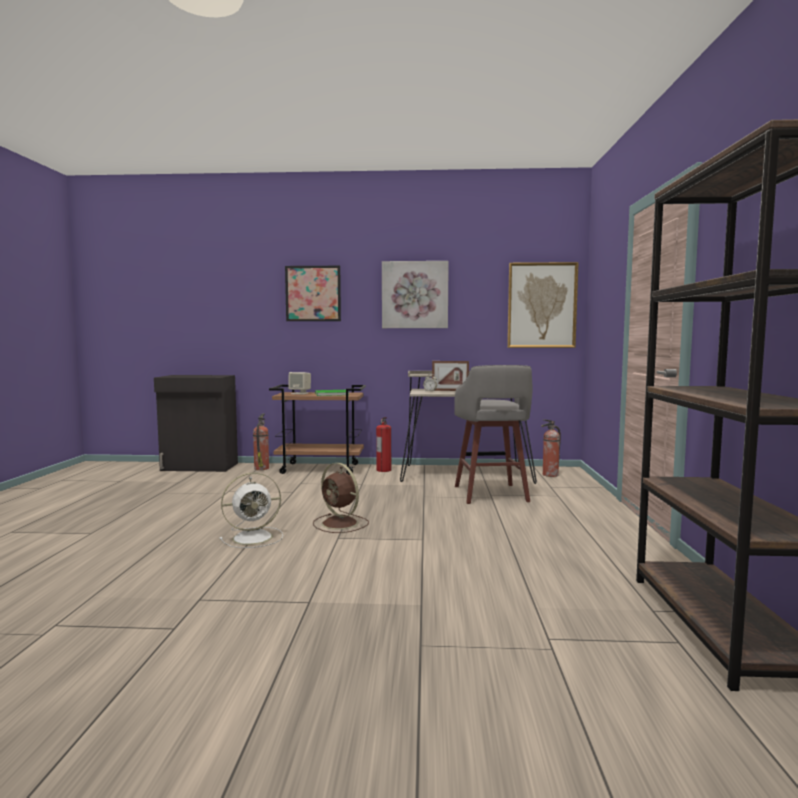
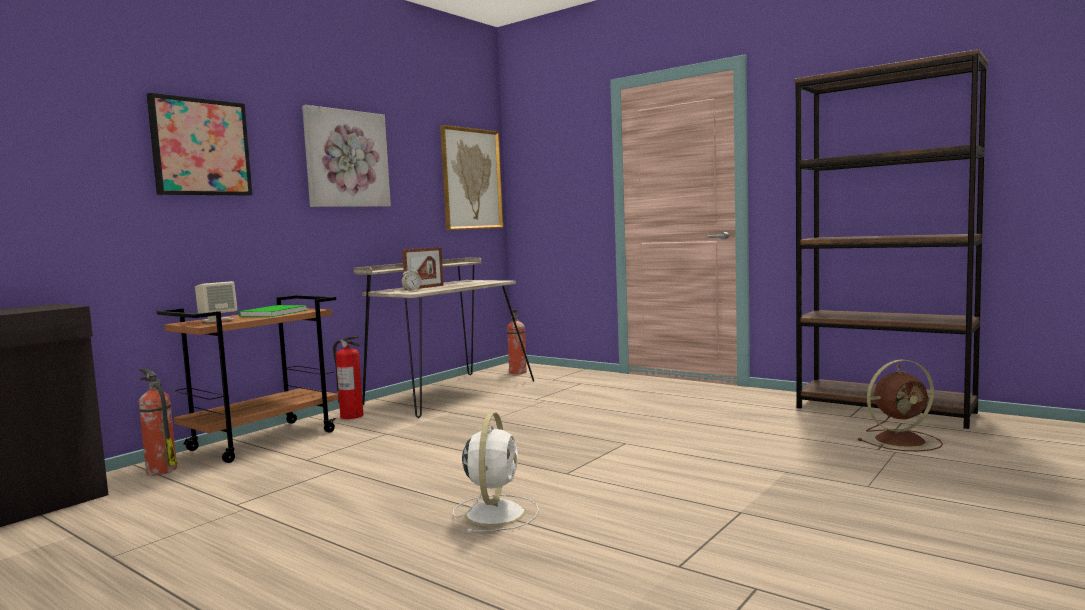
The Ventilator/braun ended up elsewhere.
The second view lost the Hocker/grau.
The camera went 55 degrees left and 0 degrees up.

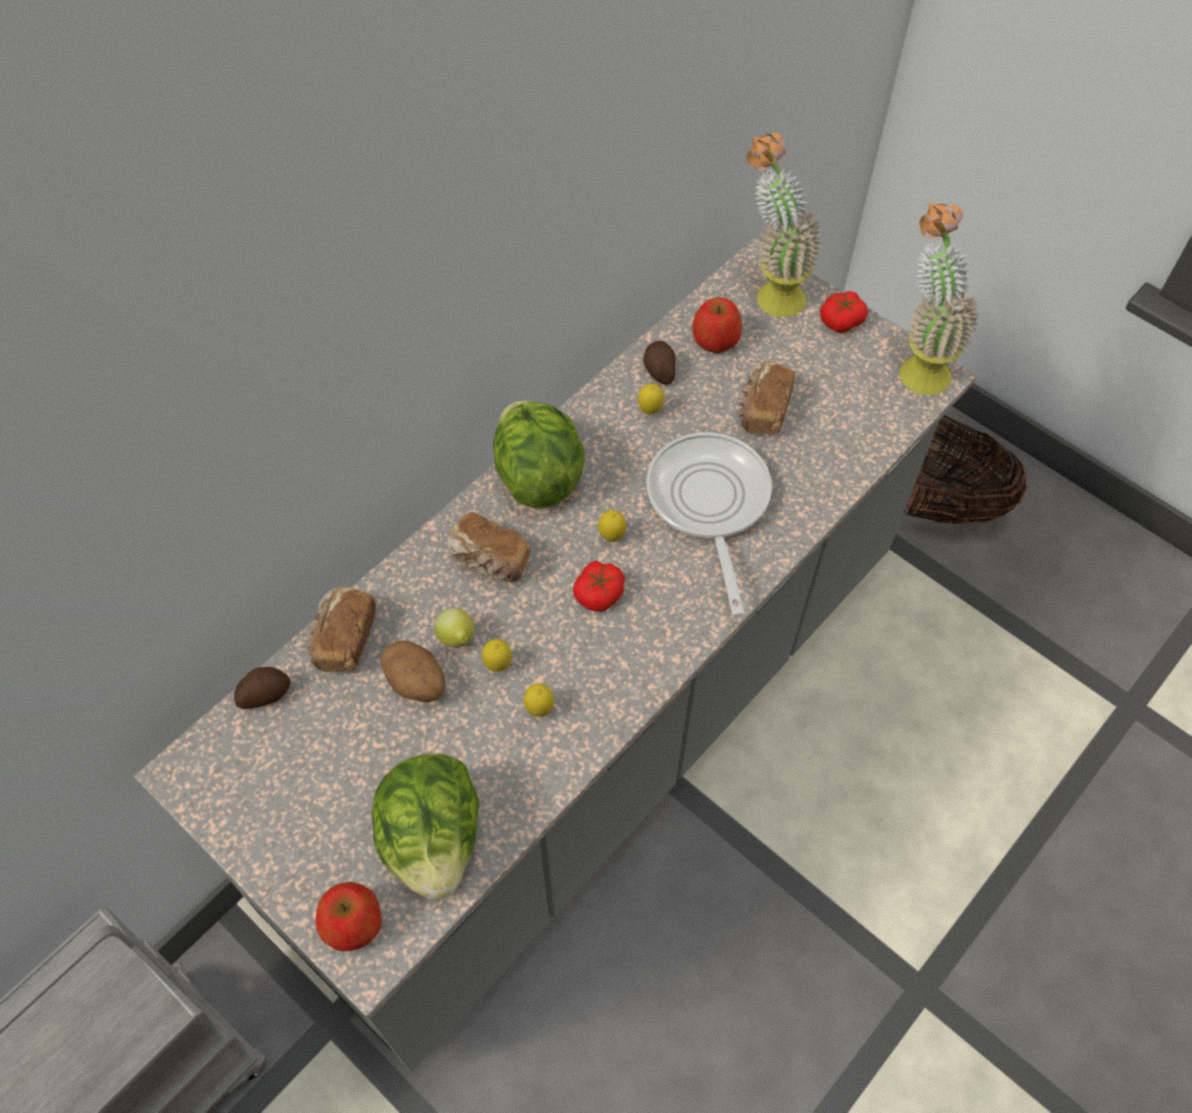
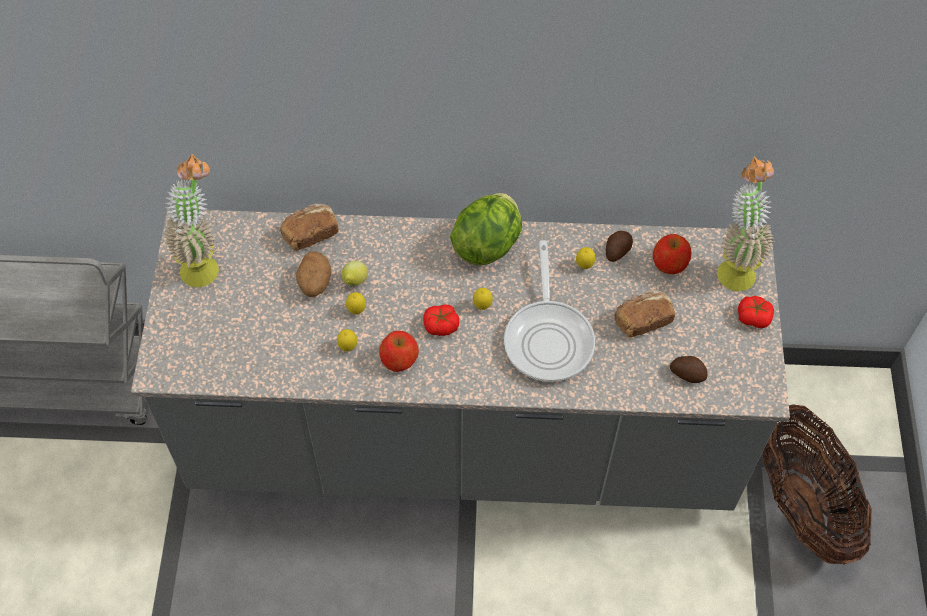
The Topfpflanze (no. 2 from left in the first image) ended up elsewhere.
The Apfel (no. 1 from left) ended up elsewhere.
The Pfanne ended up facing another way, 135 degrees clockwise from before.
The Kartoffel (no. 1 from left in the first image) ended up elsewhere.
The second view lost the Salatkopf (no. 1 from left).
The second view lost the Brot (no. 2 from left).
The camera went 50 degrees right and 0 degrees up.

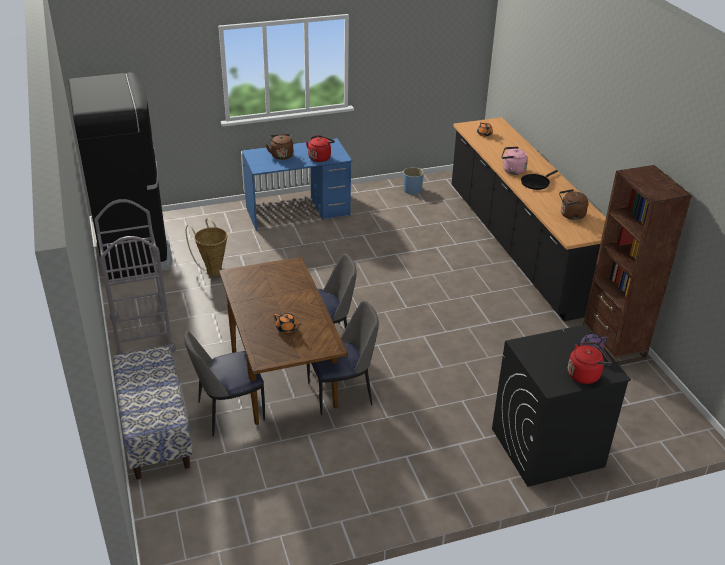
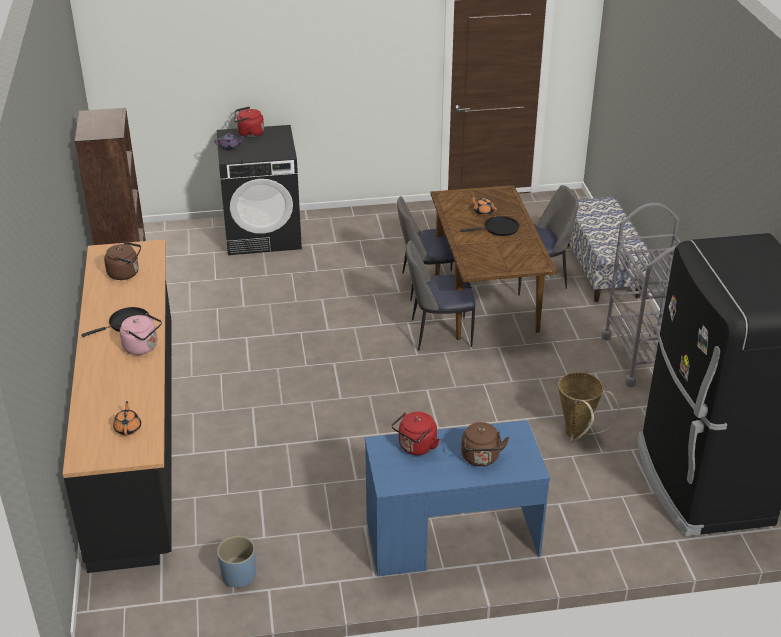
The second view gained the Pfanne/schwarz (no. 2 from left).
The camera went 170 degrees left and 0 degrees up.

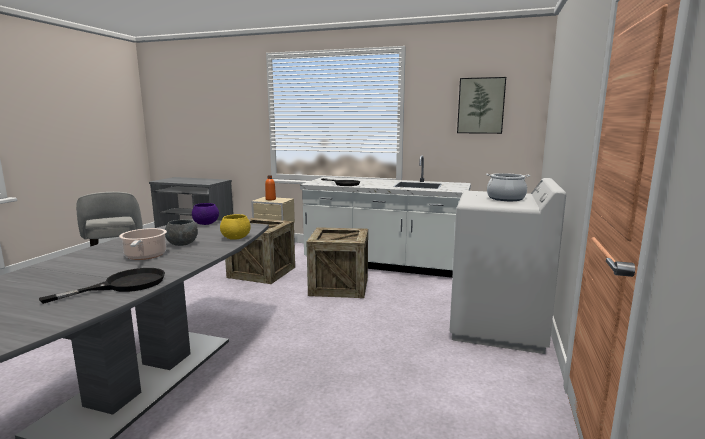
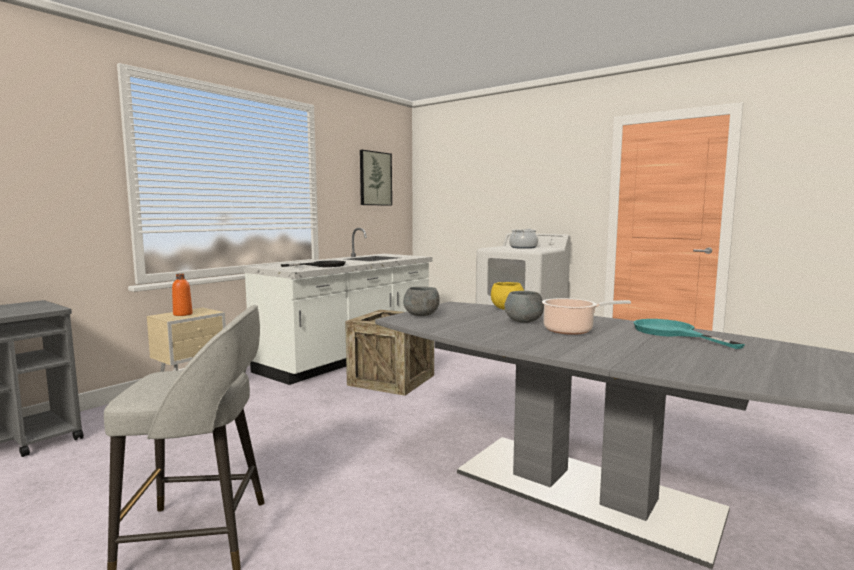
What was the Schüssel/lila turned into the Schüssel/grau (no. 1 from left).
What was the Pfanne/schwarz (no. 1 from left) turned into the Pfanne/türkis.
The second view lost the Kiste (no. 1 from left).
The camera went 70 degrees left and 5 degrees down.

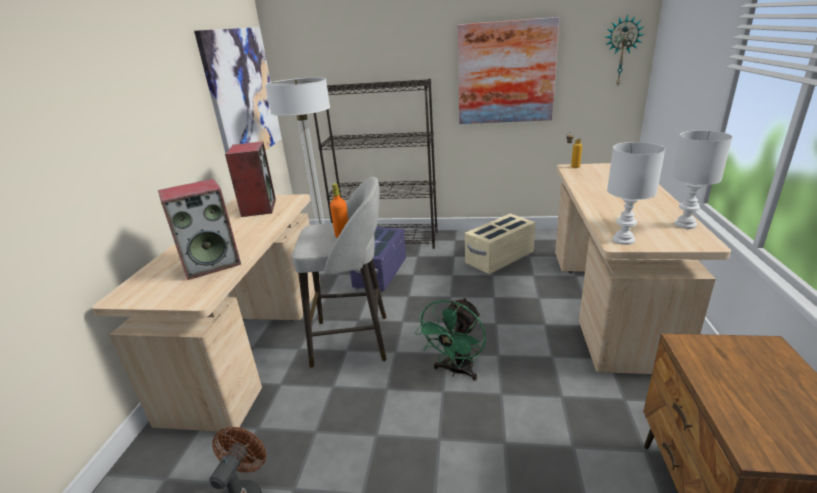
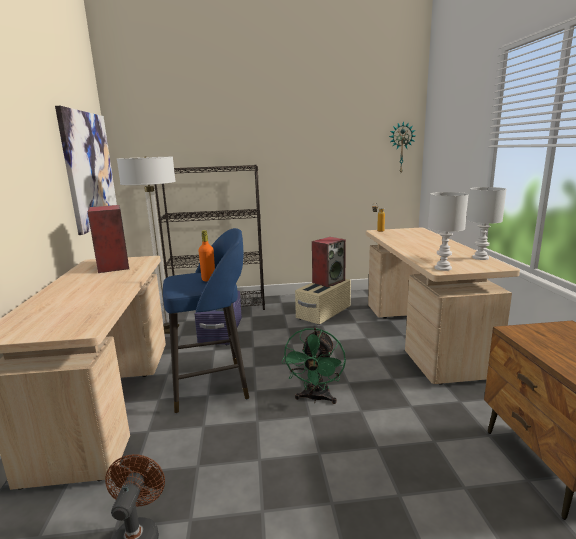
What was the Hocker/grau turned into the Hocker/blau.
The Lautsprecher (no. 1 from left in the first image) ended up elsewhere.
The second view lost the Bild (no. 2 from left).
The camera went 15 degrees left and 10 degrees down.

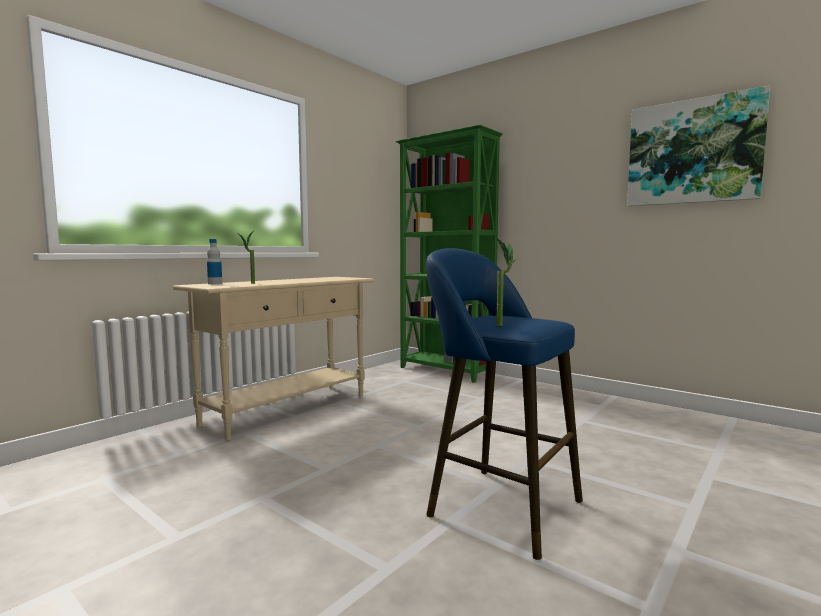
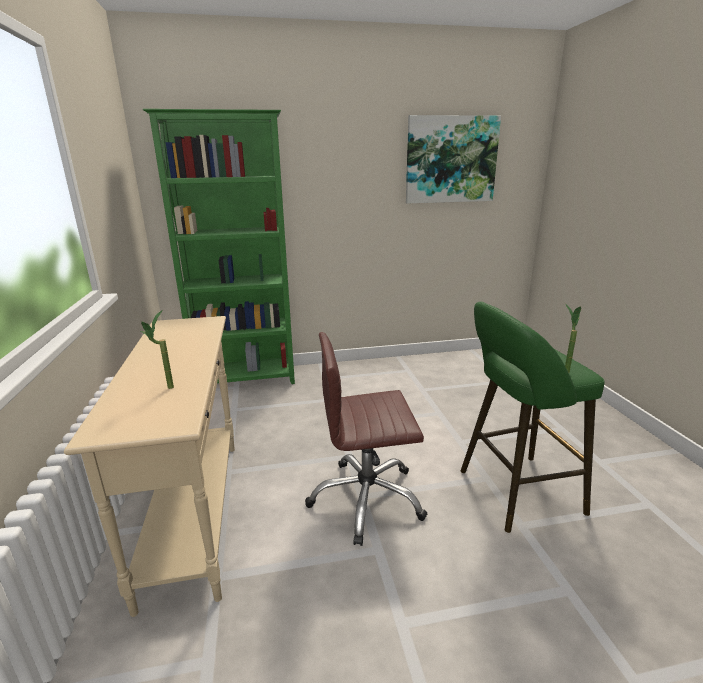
The second view gained the Bürostuhl/braun.
What was the Hocker/blau turned into the Hocker/grün.
The second view lost the Flasche.
The camera went 50 degrees left and 15 degrees up.

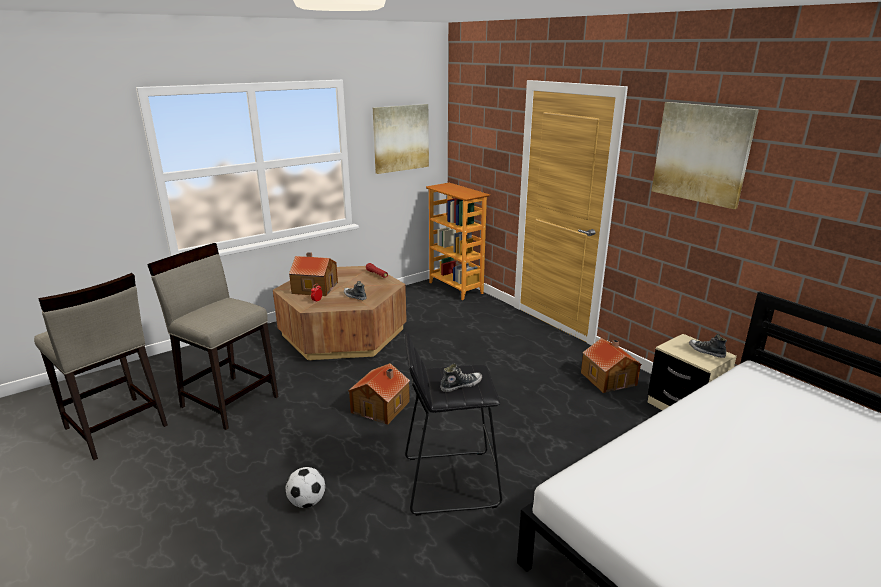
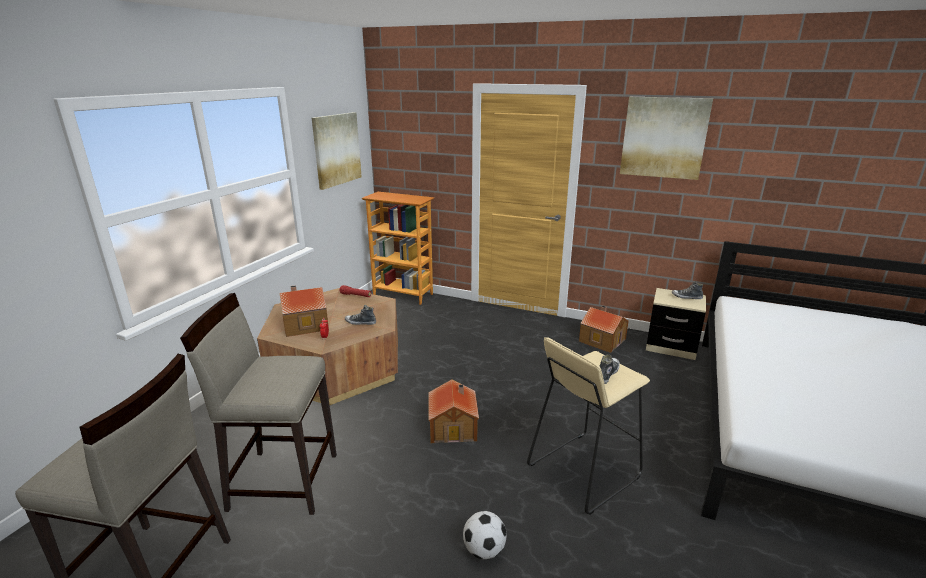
What was the Hocker/schwarz turned into the Hocker/beige (no. 3 from left).
The camera went 30 degrees left and 0 degrees up.

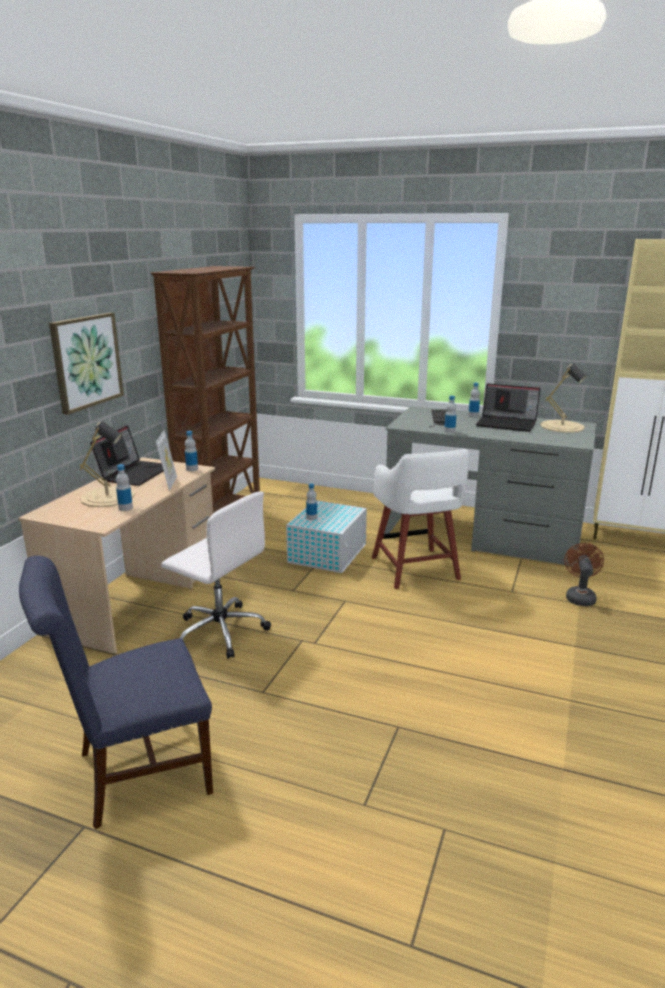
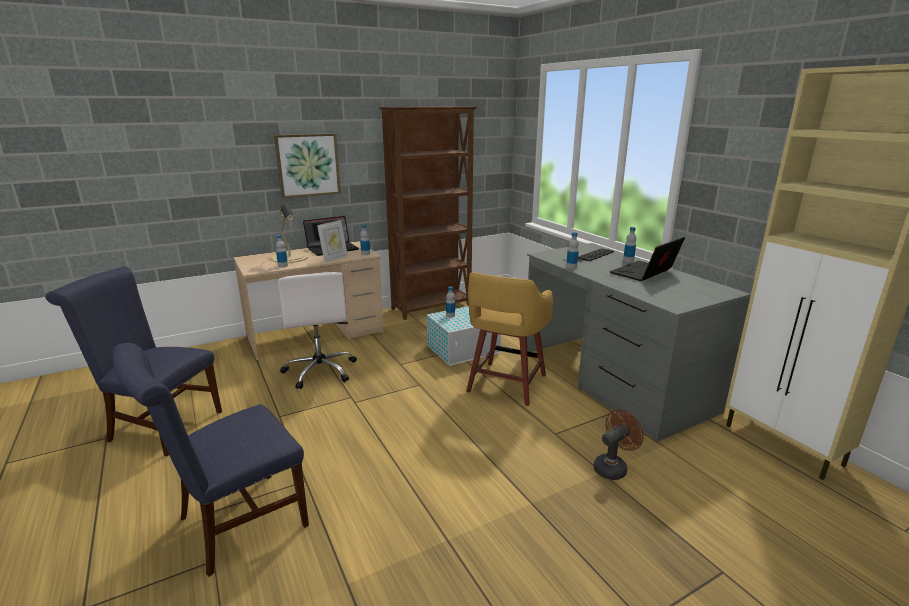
The second view gained the Stuhl/blau (no. 2 from left).
What was the Hocker/weiß turned into the Hocker/gelb.
The Laptop (no. 2 from left) ended up facing another way, 75 degrees clockwise from before.
The second view lost the Tischlampe/beige (no. 2 from left).
The camera went 40 degrees right and 0 degrees up.

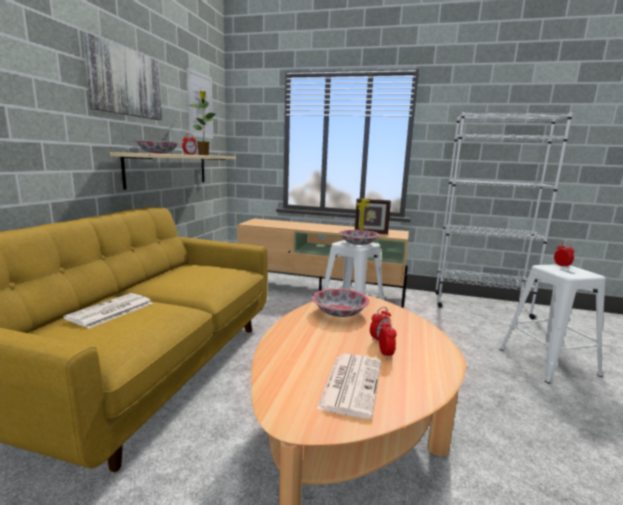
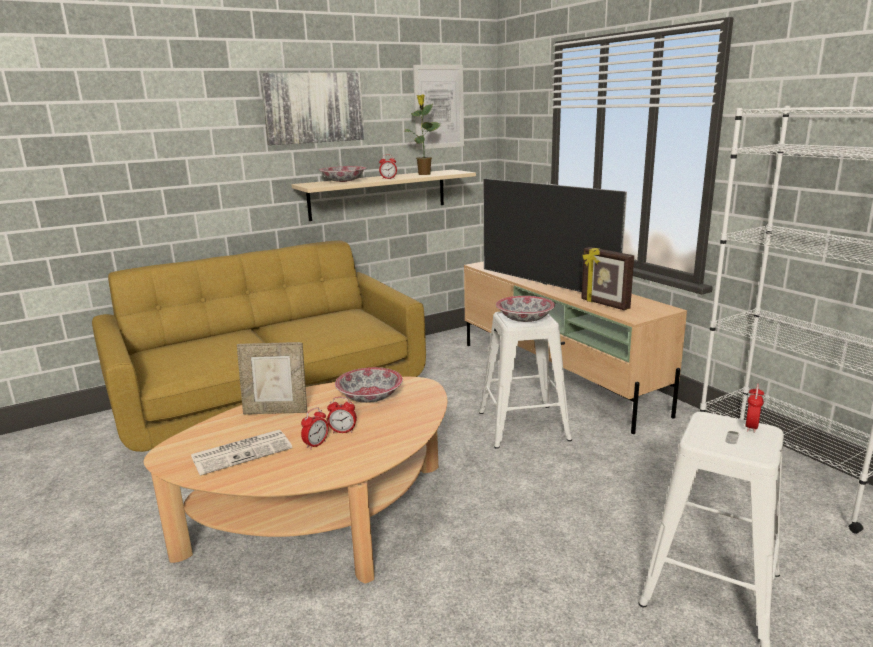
The second view gained the Bilderrahmen (no. 1 from left).
The second view gained the Fernseher.
The second view lost the Zeitung (no. 1 from left).
The camera went 45 degrees right and 5 degrees up.

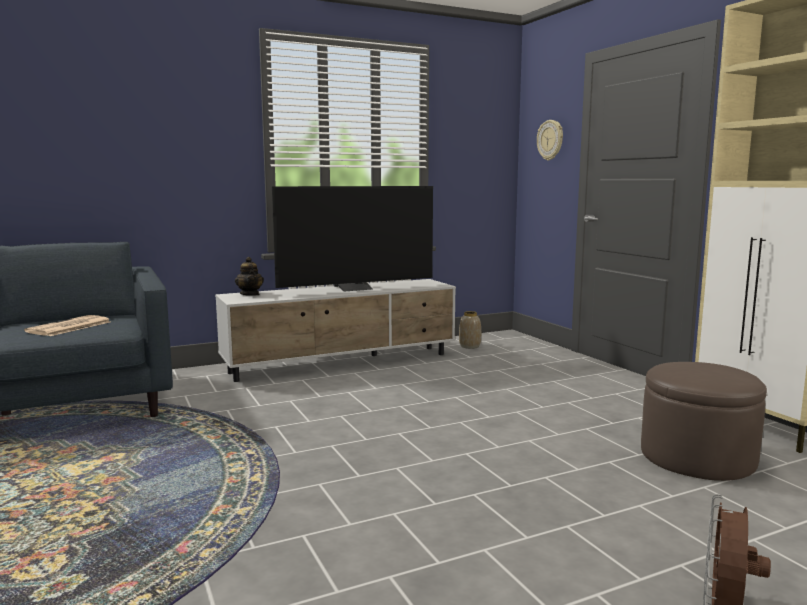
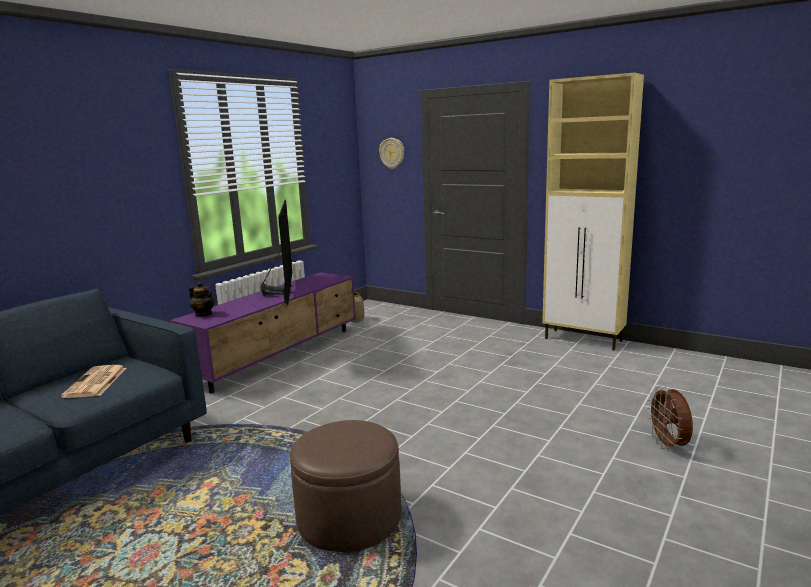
What was the Fernsehschrank/weiß turned into the Fernsehschrank/lila.
The Fernseher ended up facing another way, 45 degrees counterclockwise from before.
The Polsterhocker/braun ended up elsewhere.
The camera went 30 degrees left and 5 degrees up.

